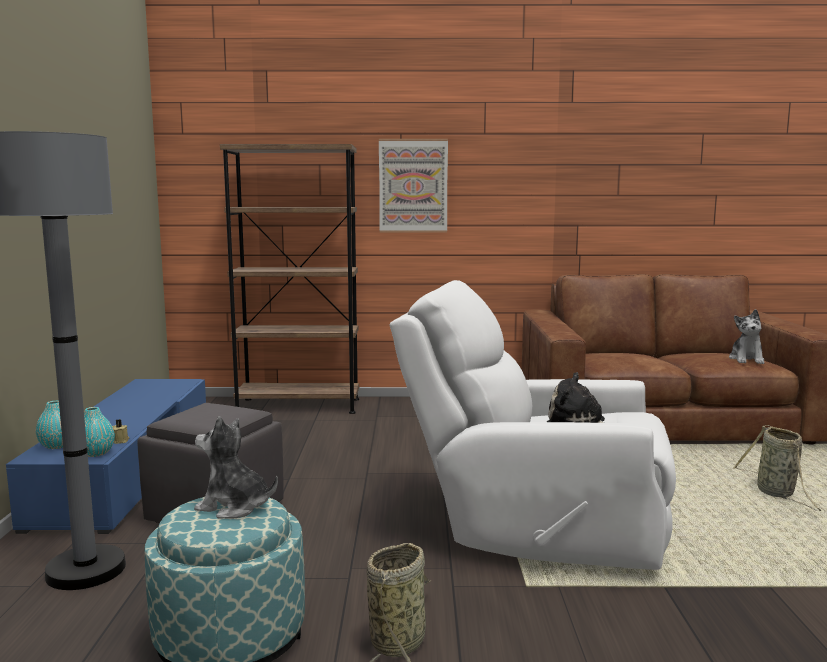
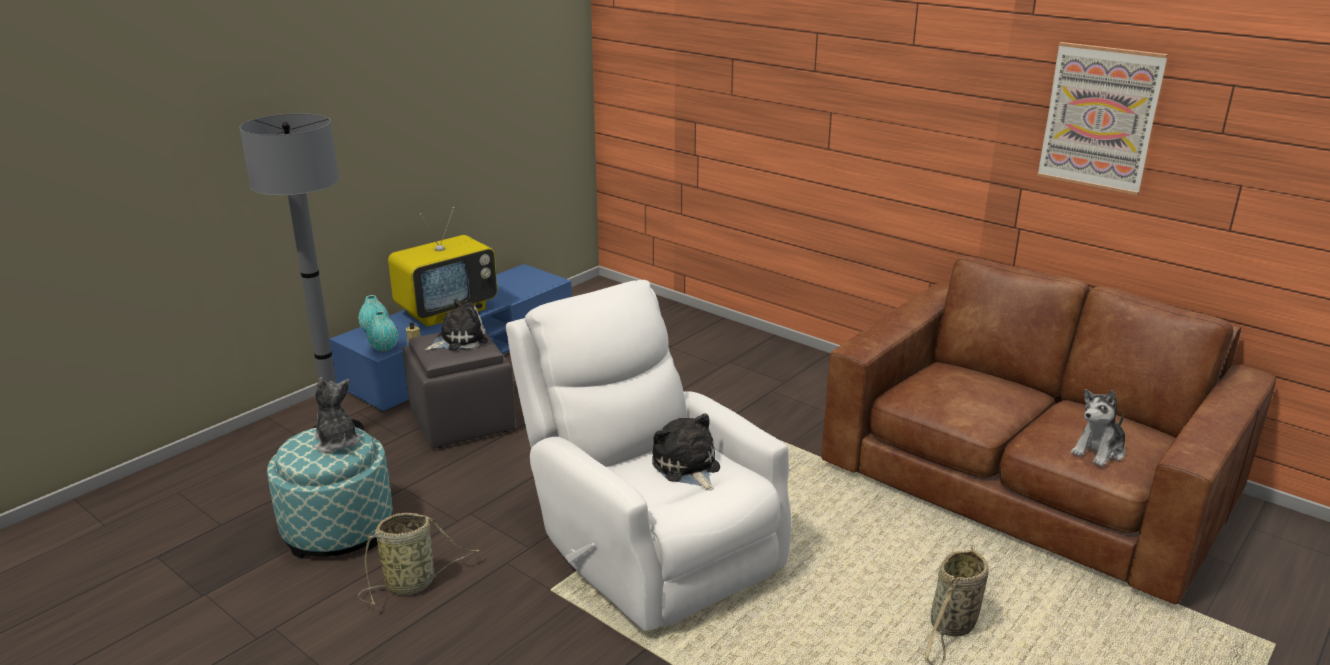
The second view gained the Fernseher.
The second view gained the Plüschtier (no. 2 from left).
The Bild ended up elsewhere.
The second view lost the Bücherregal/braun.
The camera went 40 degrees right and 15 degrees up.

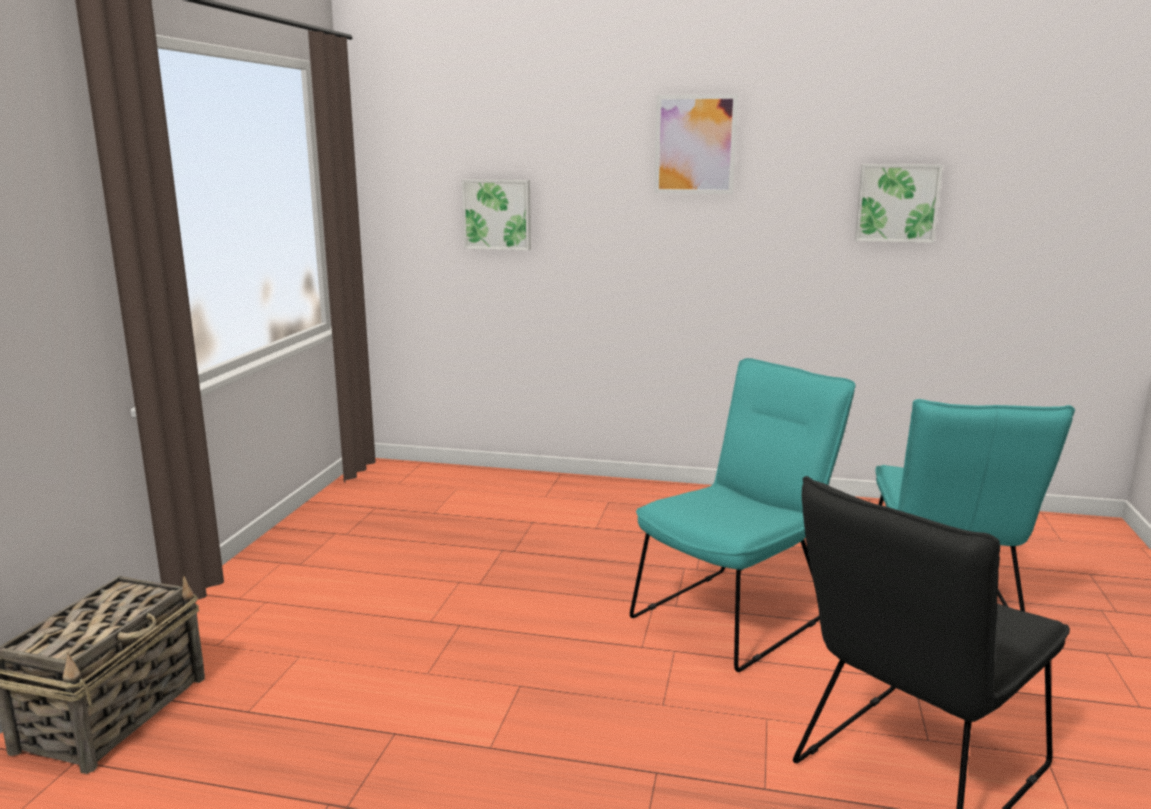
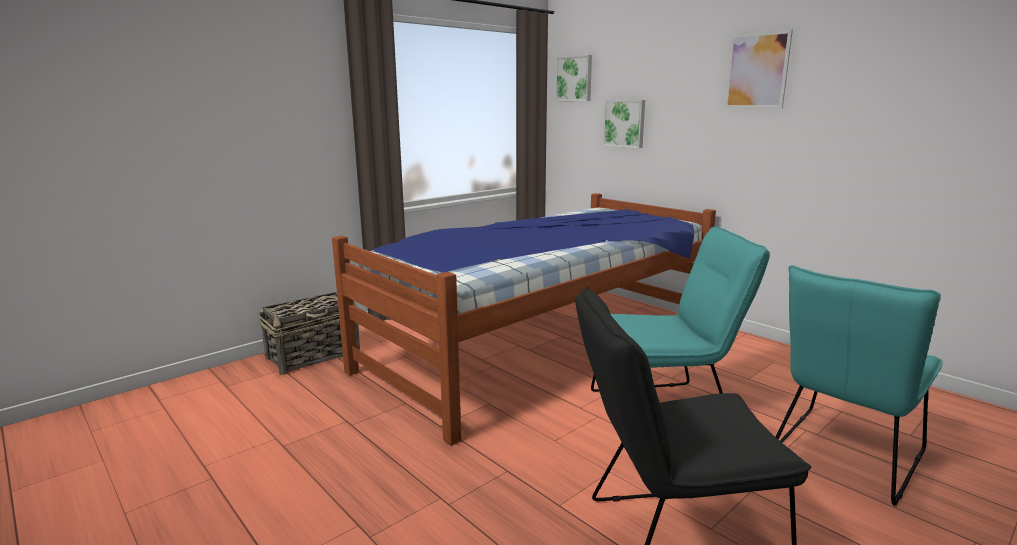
The second view gained the Bett.
The Bild (no. 3 from left in the first image) ended up elsewhere.
The camera went 35 degrees right and 0 degrees up.

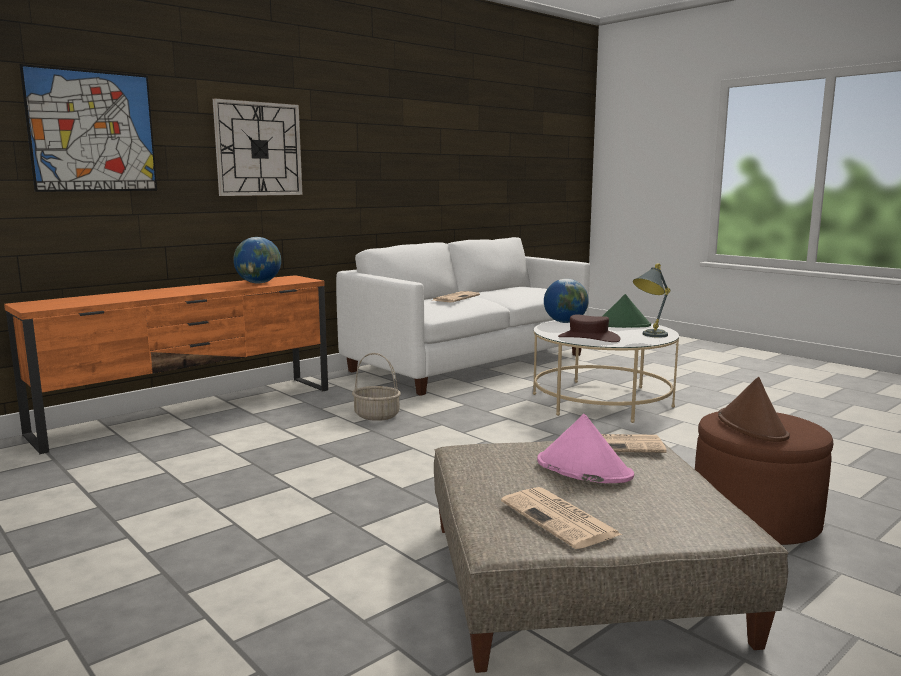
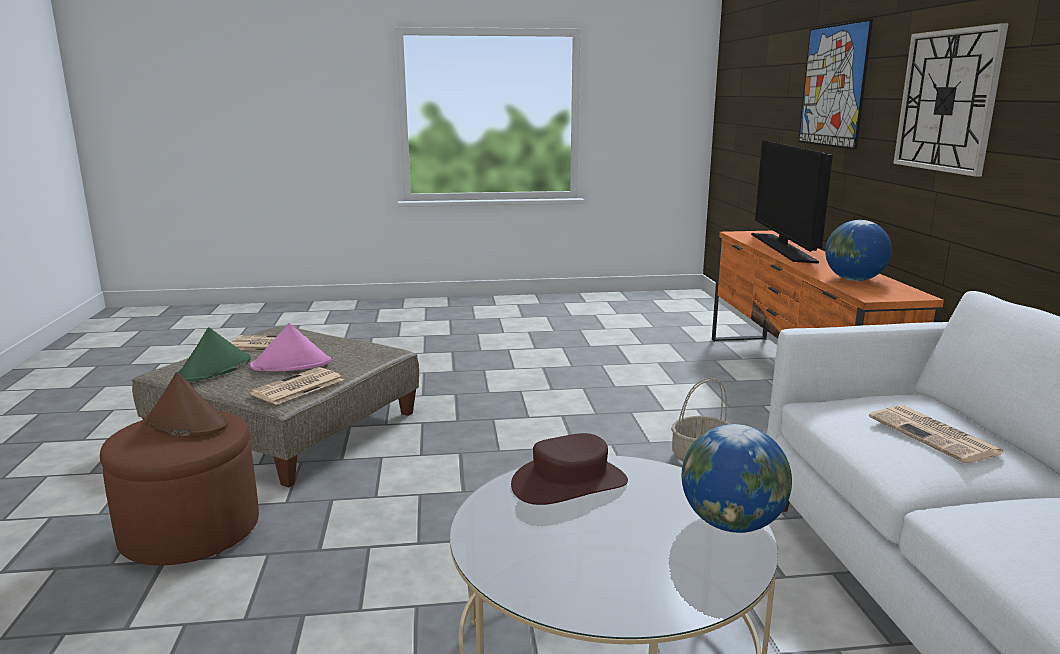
The Hut/grün ended up elsewhere.
The second view gained the Fernseher.
The second view lost the Tischlampe/grau.
The camera went 125 degrees right and 5 degrees up.

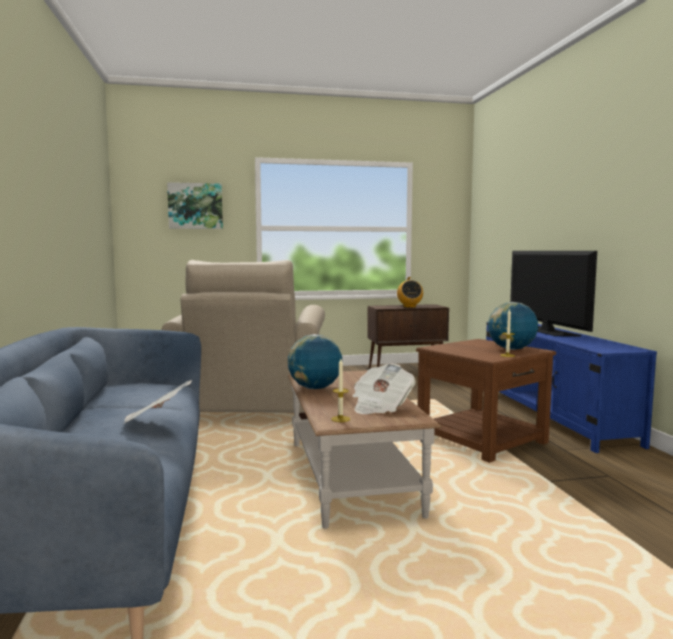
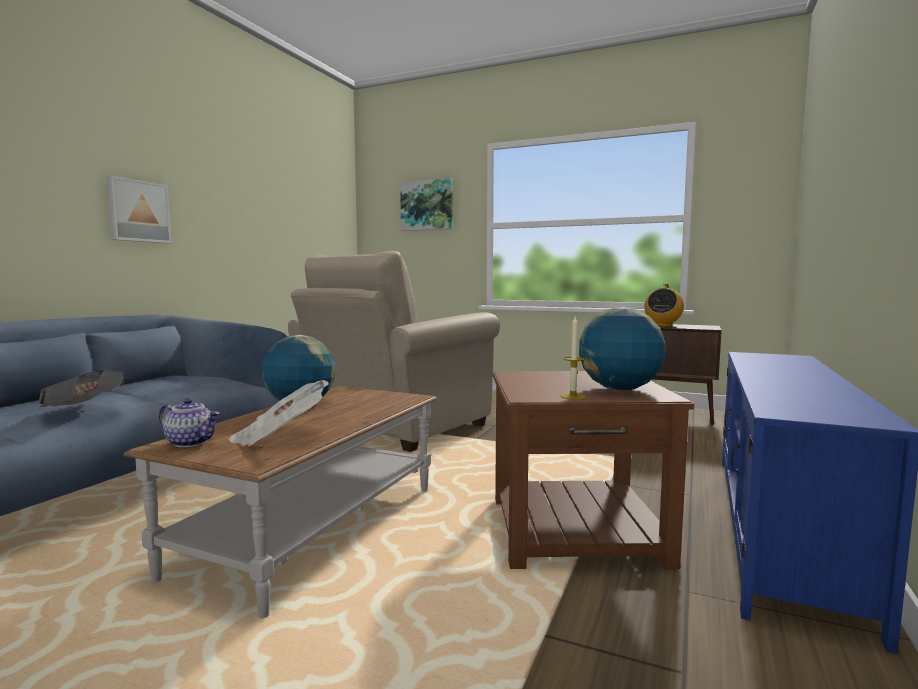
The second view gained the Bild (no. 1 from left).
Where the Kerze (no. 1 from left) stood, the Teekanne came to stand.
The second view lost the Fernseher.
The camera went 35 degrees right and 0 degrees up.

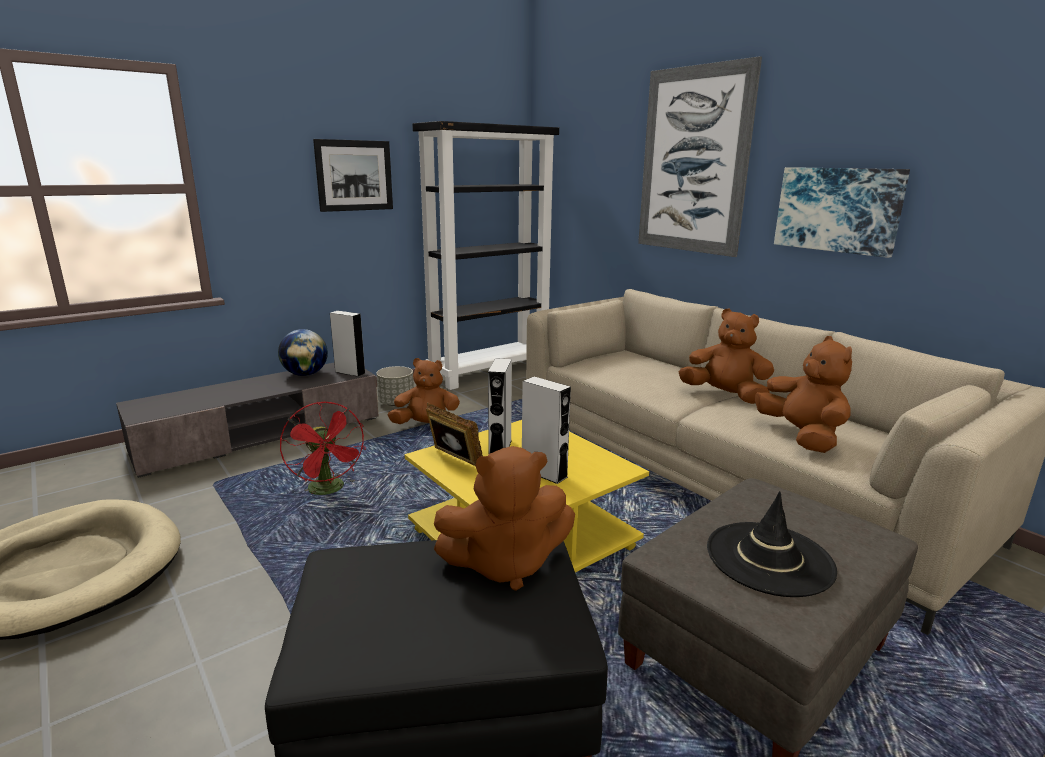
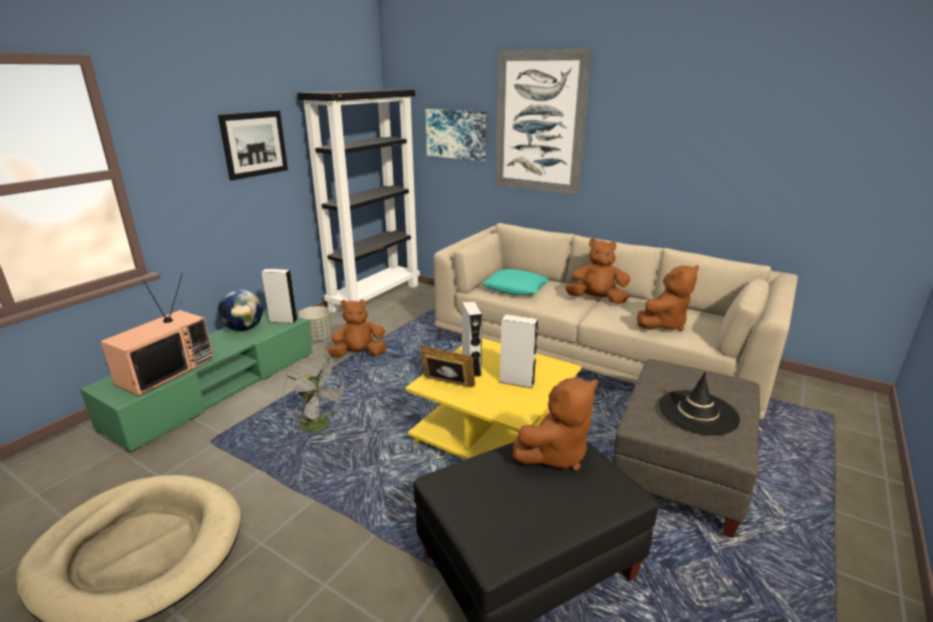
What was the Fernsehschrank/grau turned into the Fernsehschrank/grün.
The second view gained the Fernseher.
What was the Ventilator/rot turned into the Ventilator/grau.
The Bild (no. 3 from left in the first image) ended up elsewhere.
The second view gained the Kissen/türkis.
The Plüschtier/braun (no. 4 from left) ended up facing another way, 90 degrees clockwise from before.
The camera went 20 degrees left and 5 degrees up.

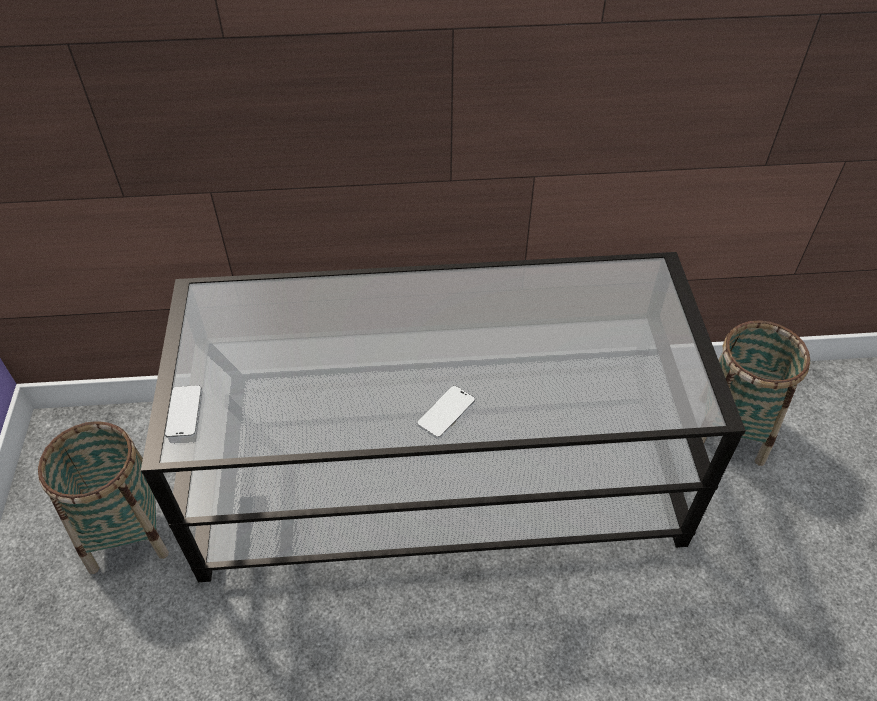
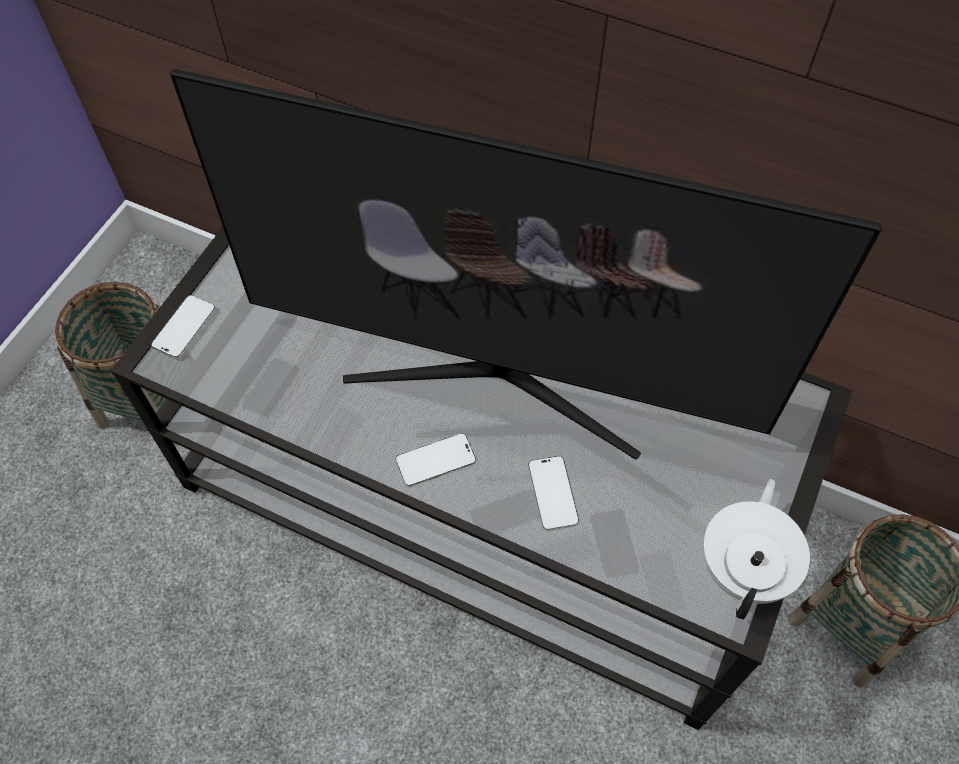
The second view gained the Fernseher.
The second view gained the Handy (no. 3 from left).
The second view gained the Teekanne/weiß.
The camera went 30 degrees right and 10 degrees up.

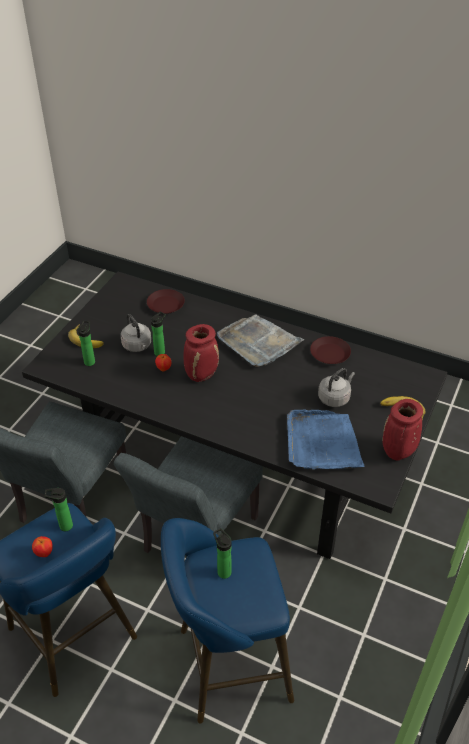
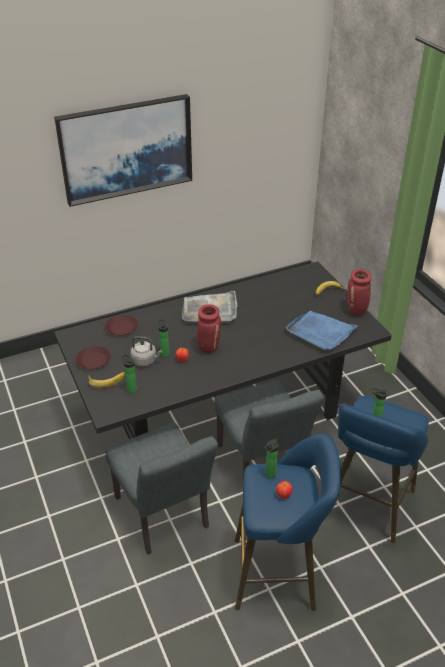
The second view gained the Bild.
The Teller/braun (no. 2 from left in the first image) ended up elsewhere.
The second view lost the Wasserkessel/grau (no. 2 from left).
The camera went 50 degrees left and 5 degrees down.

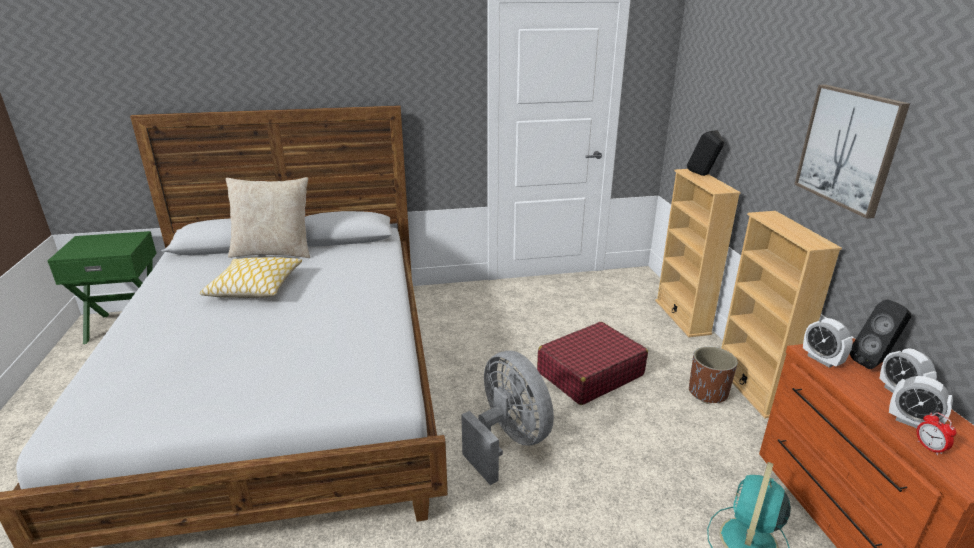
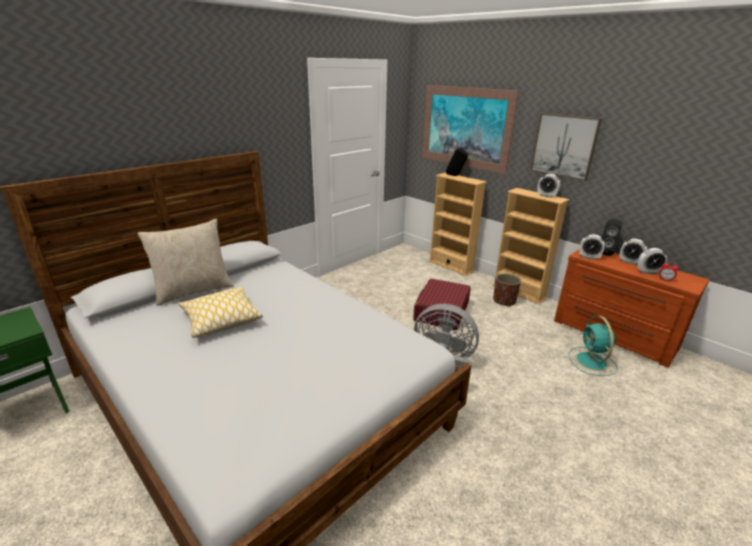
The second view gained the Bild (no. 1 from left).
The second view gained the Wecker (no. 1 from left).
The camera went 35 degrees left and 0 degrees up.

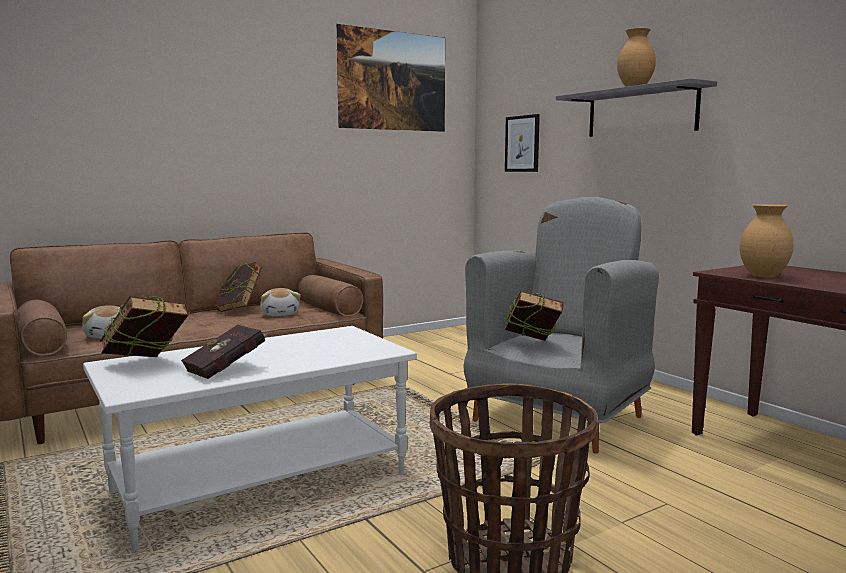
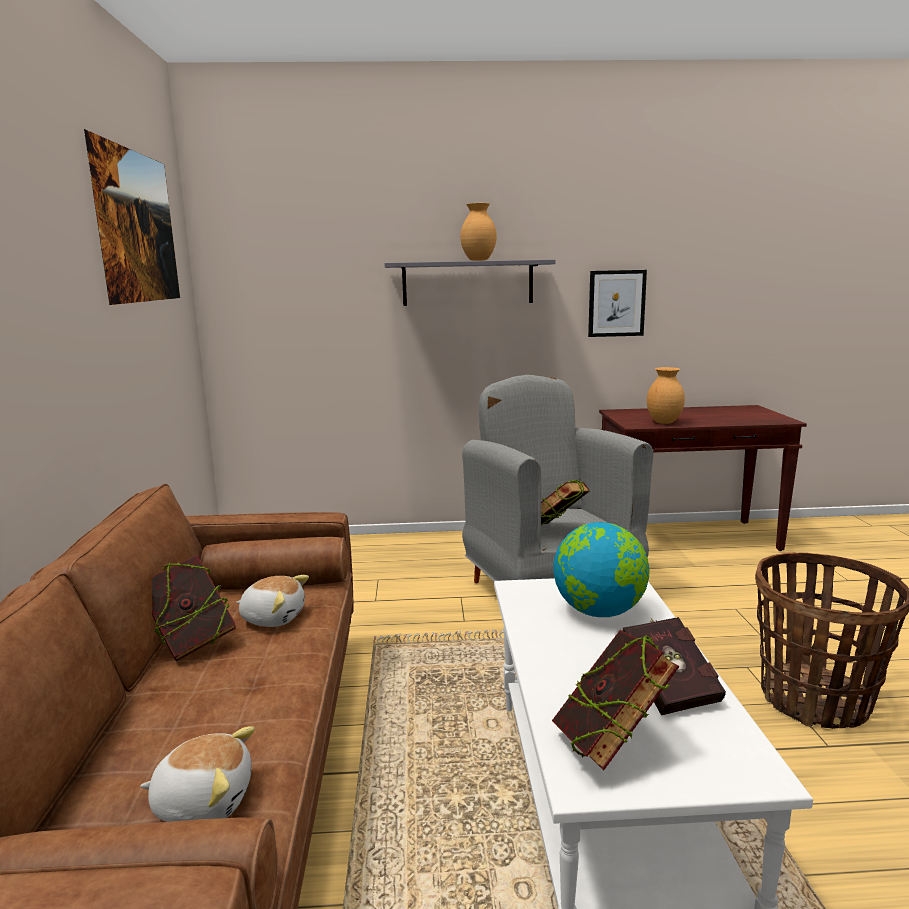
The second view gained the Globus.
The Bild (no. 2 from left) ended up elsewhere.
The camera went 60 degrees left and 5 degrees up.

